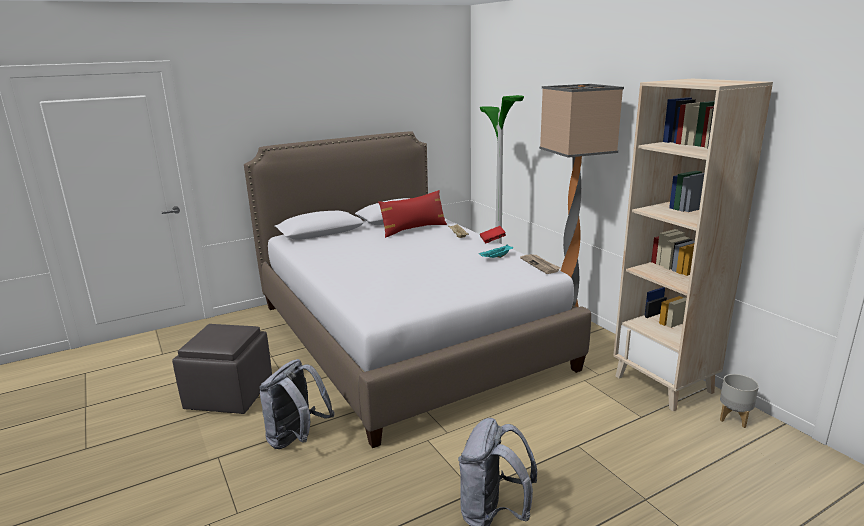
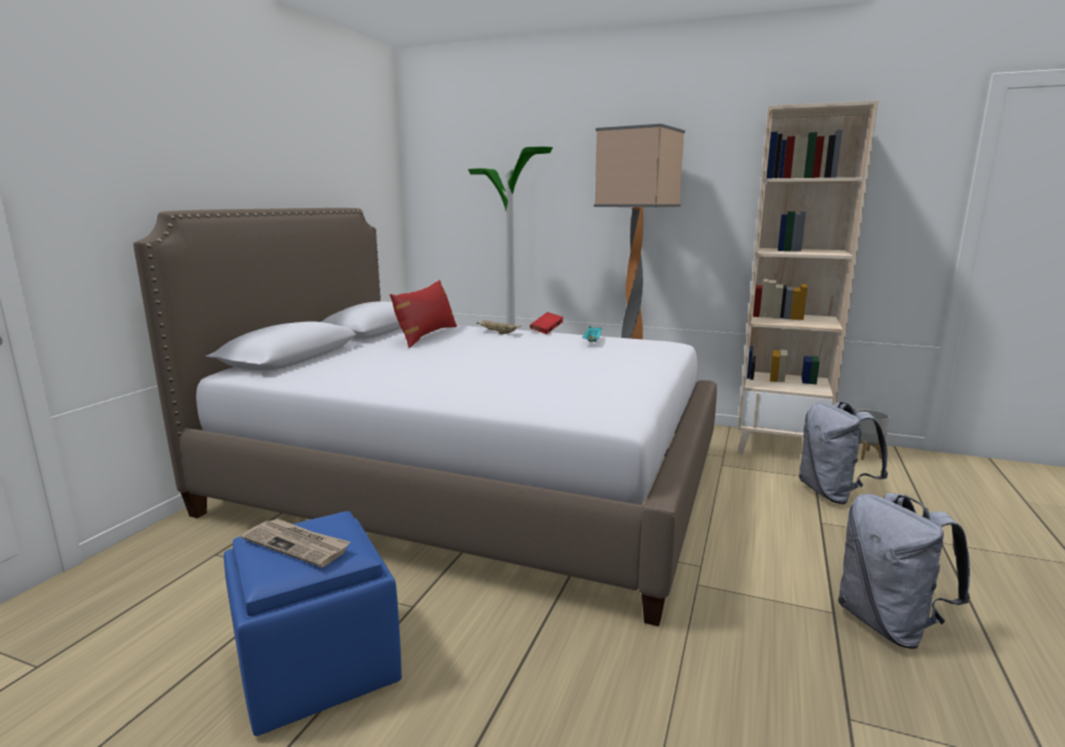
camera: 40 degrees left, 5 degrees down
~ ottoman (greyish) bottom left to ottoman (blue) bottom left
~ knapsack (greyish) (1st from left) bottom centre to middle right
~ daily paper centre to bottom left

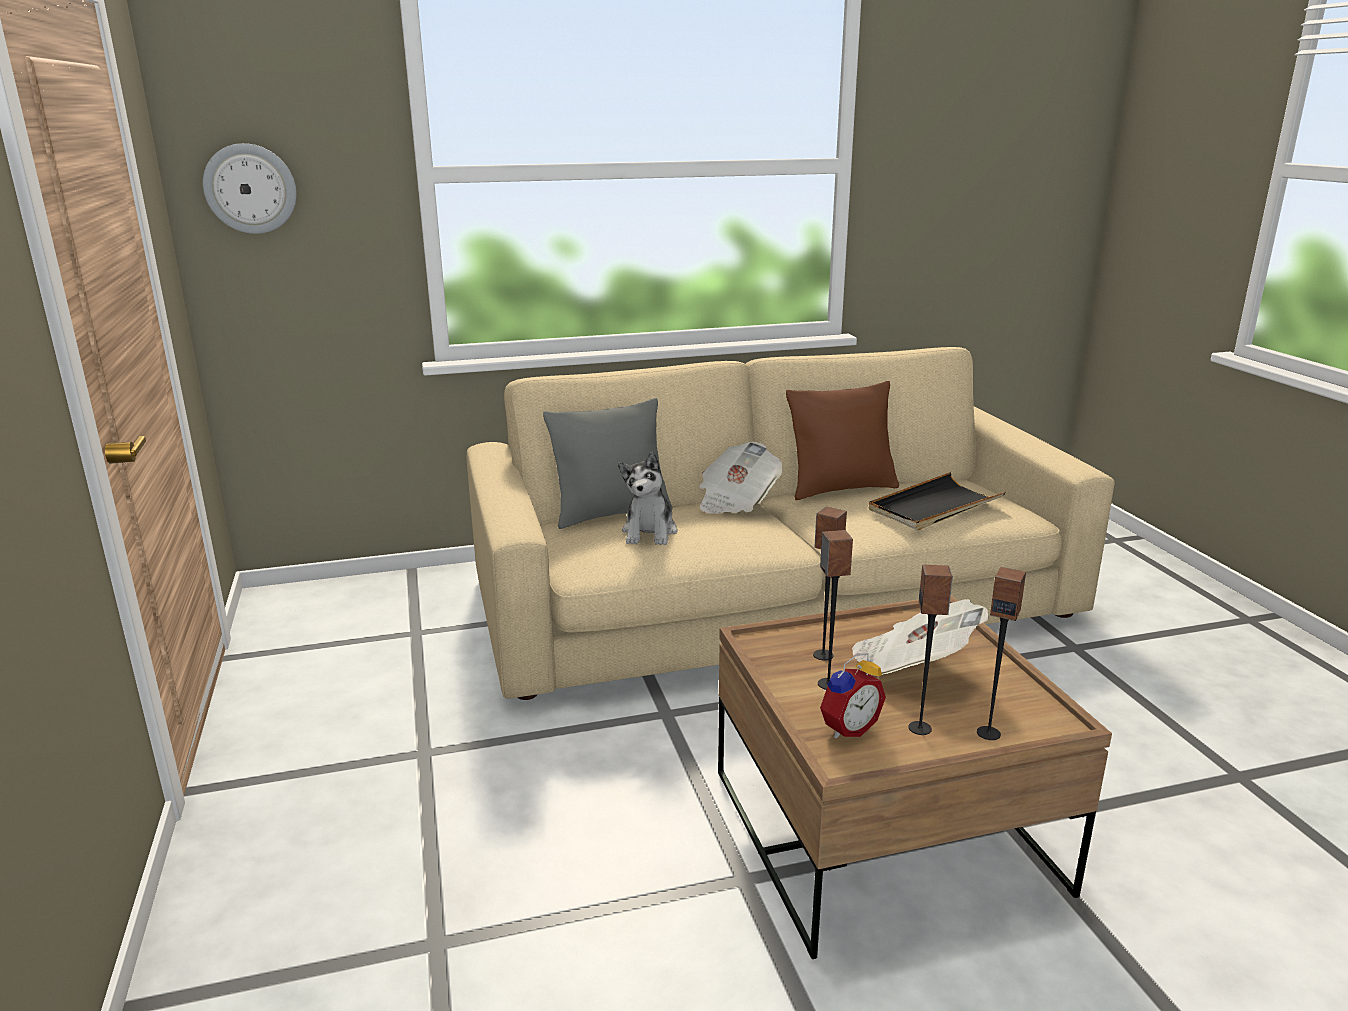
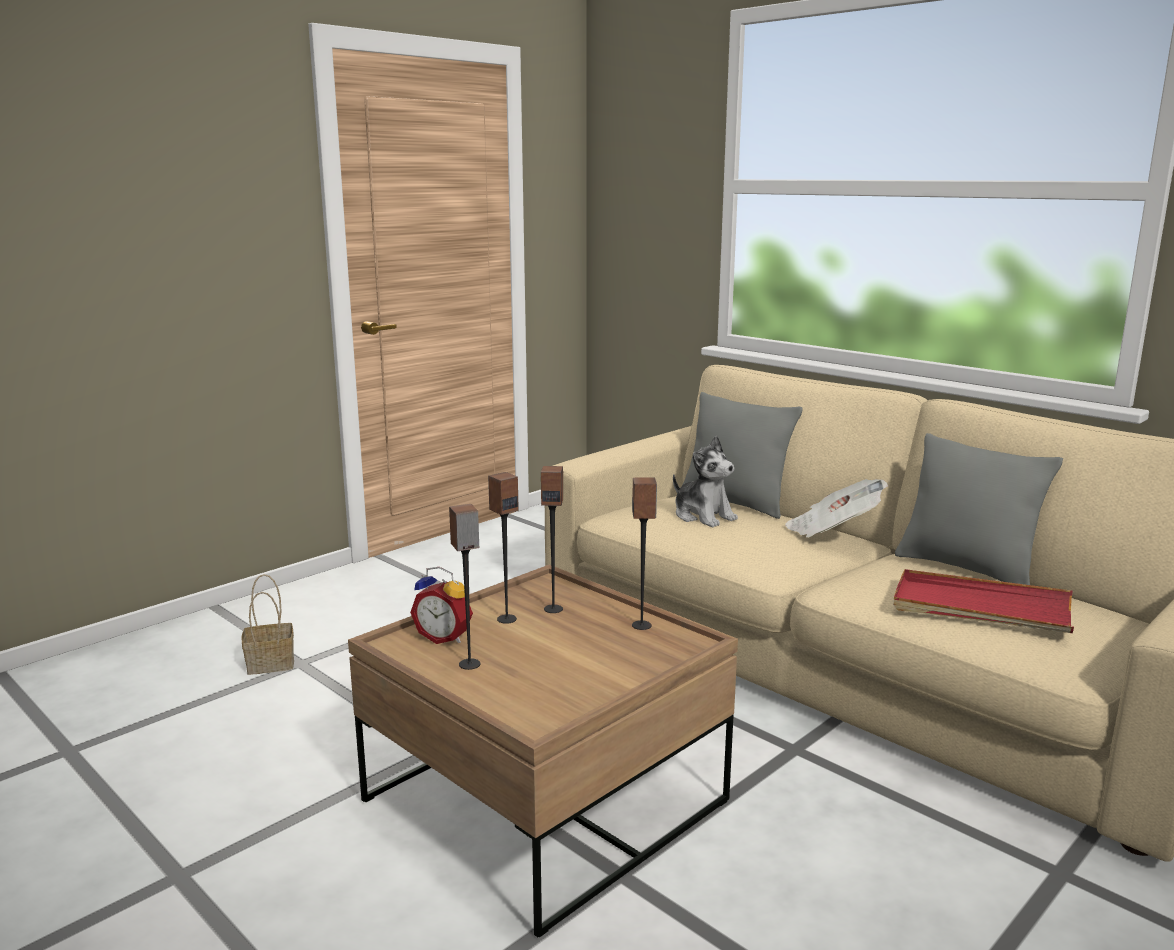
camera: 60 degrees right, 5 degrees down
- wall clock top left
~ plush toy centre = centre 105 degrees counterclockwise
~ pillow (brownish) centre to pillow (greyish) (2nd from left) middle right
- daily paper (2nd from left) middle right
~ tray (black) middle right to tray (red-coloured) middle right
~ speaker (4th from left) middle right to centre
+ household basket middle left

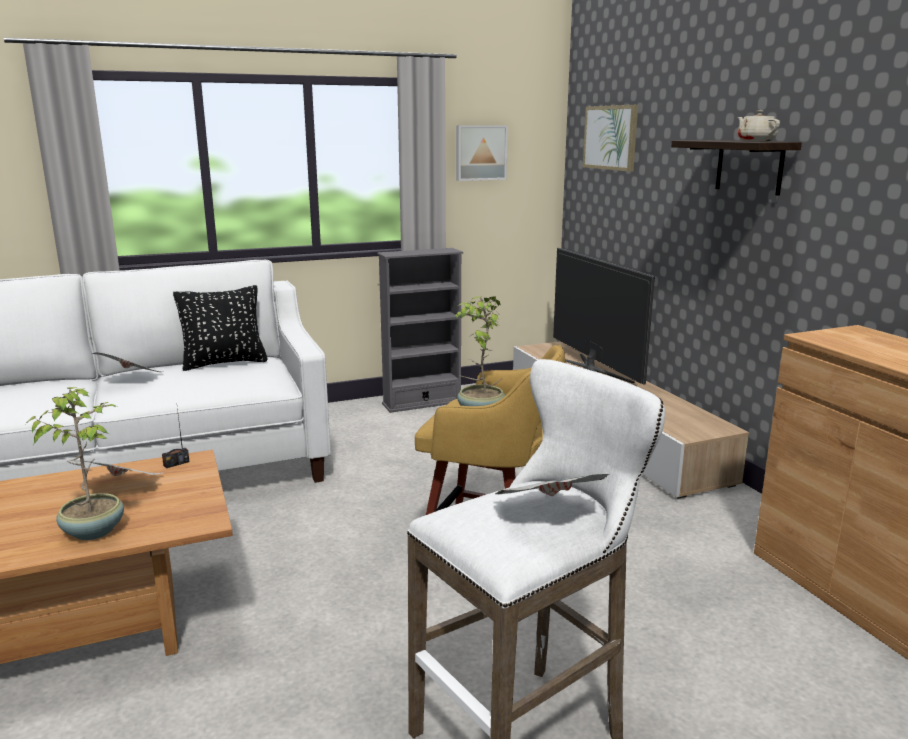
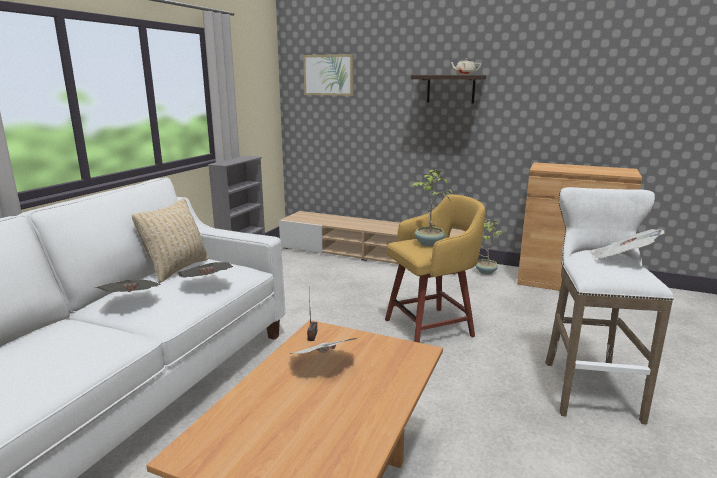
camera: 45 degrees left, 0 degrees up
~ houseplant (1st from left in the first image) middle left to houseplant (2nd from left) middle right
~ pillow (black) middle left to pillow (beige-coloured) middle left
- wall art (1st from left) top centre
- TV set centre
+ daily paper (2nd from left) middle left

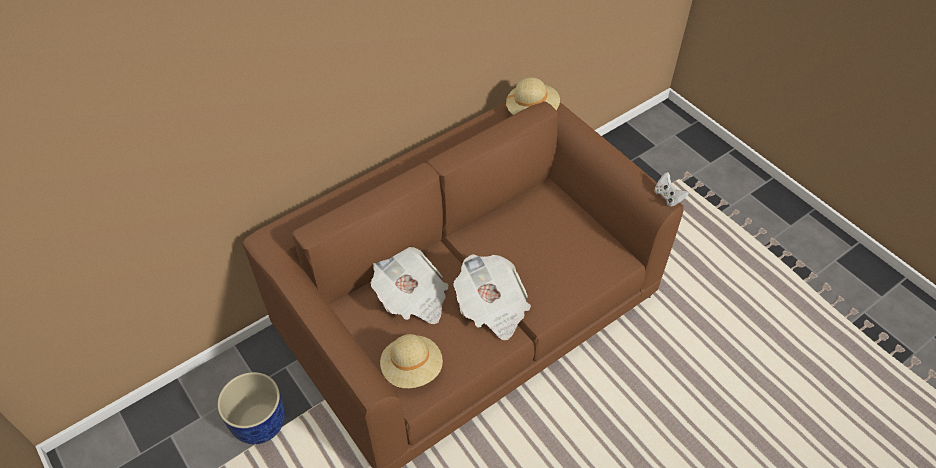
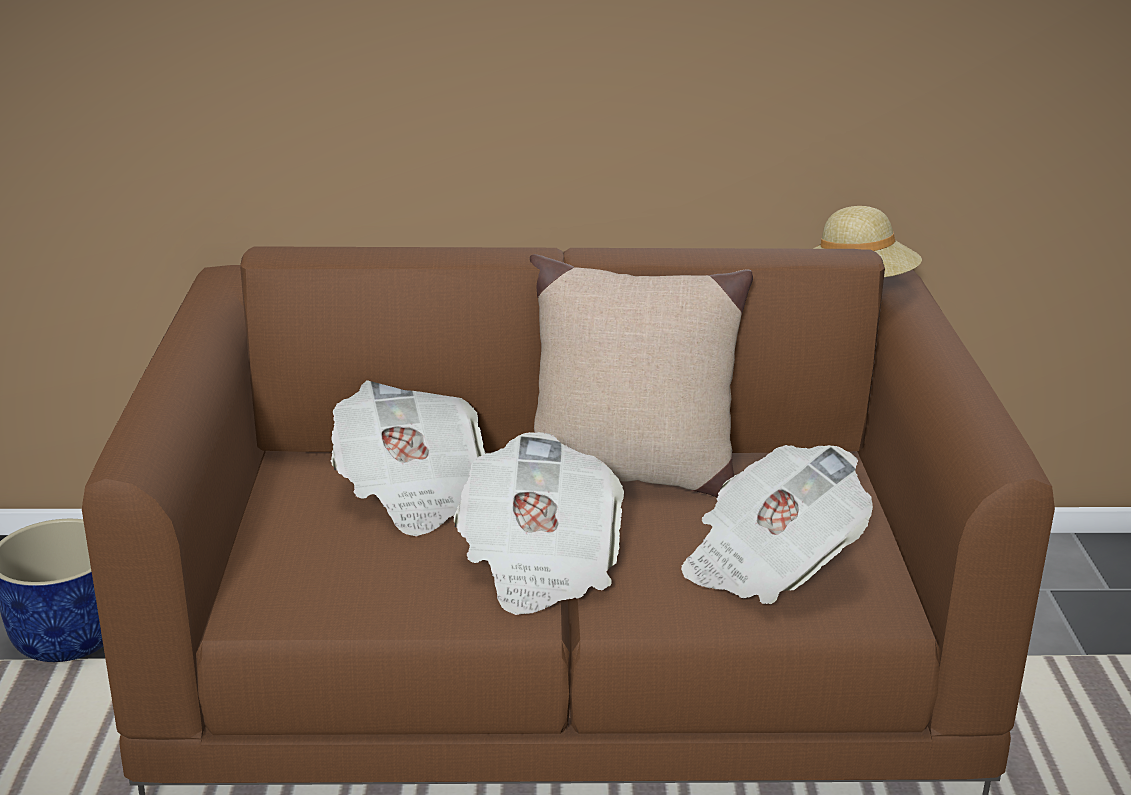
camera: 35 degrees right, 25 degrees down
- clothing hat (beige-coloured) (1st from left) bottom centre
- joypad (white-coloured) middle right
+ pillow (beige-coloured) centre
+ daily paper (3rd from left) middle right

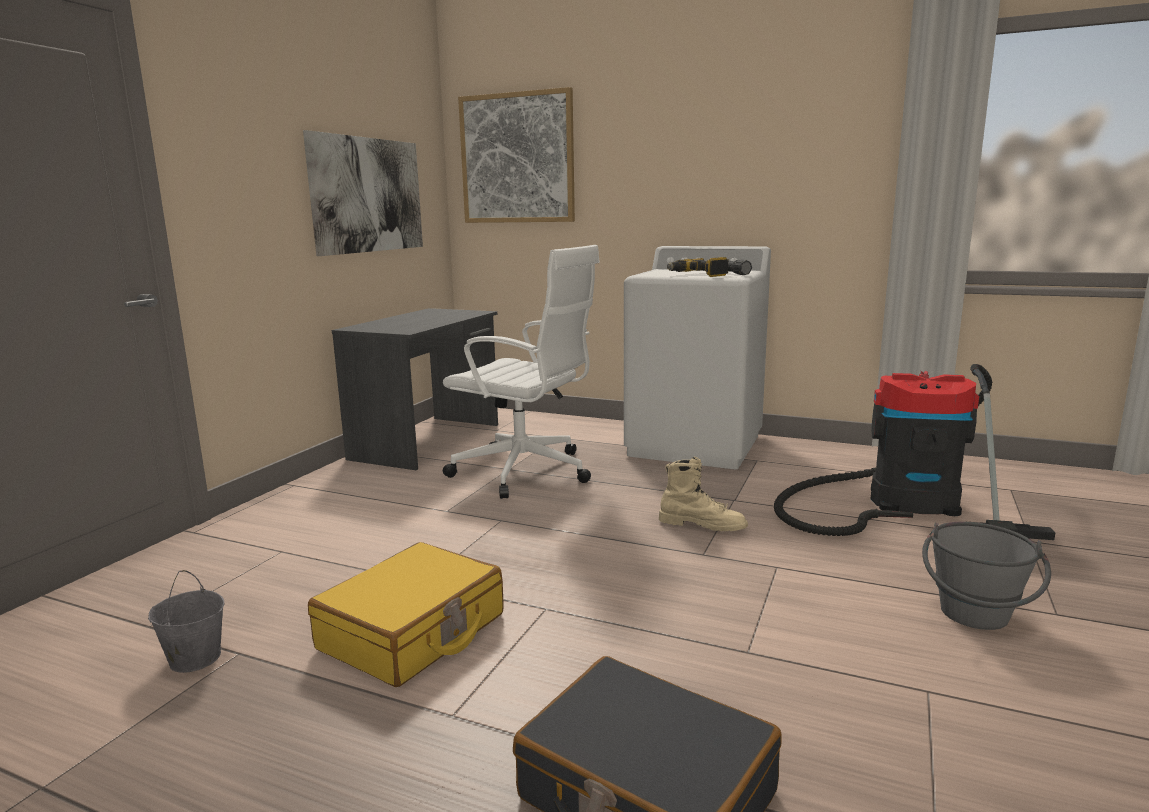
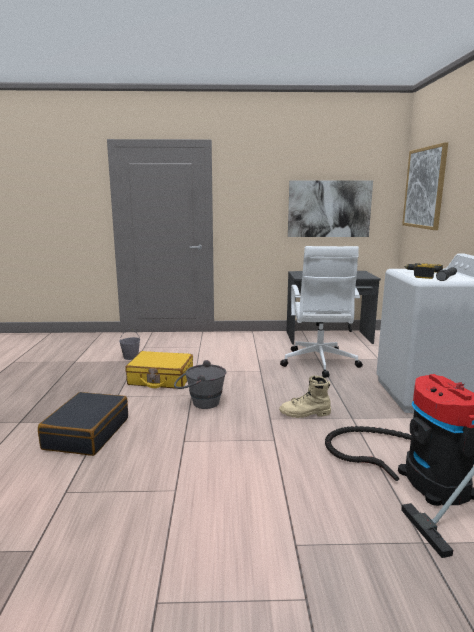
camera: 65 degrees right, 0 degrees up
~ tall boot (beige-coloured) centre = centre 90 degrees clockwise
~ pail (greyish) (2nd from left) bottom right to centre

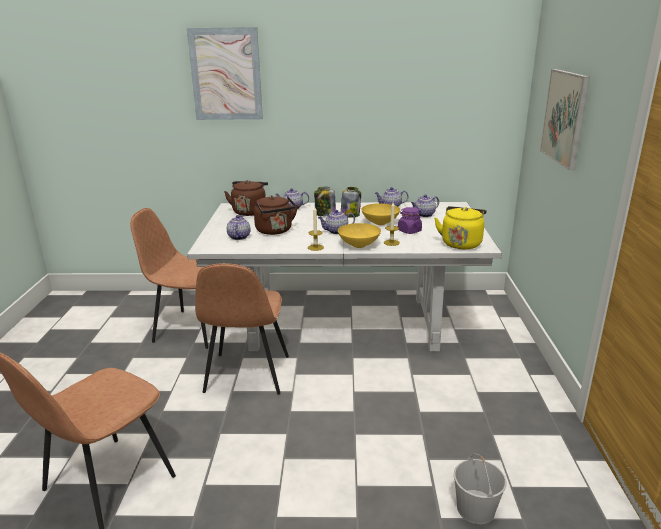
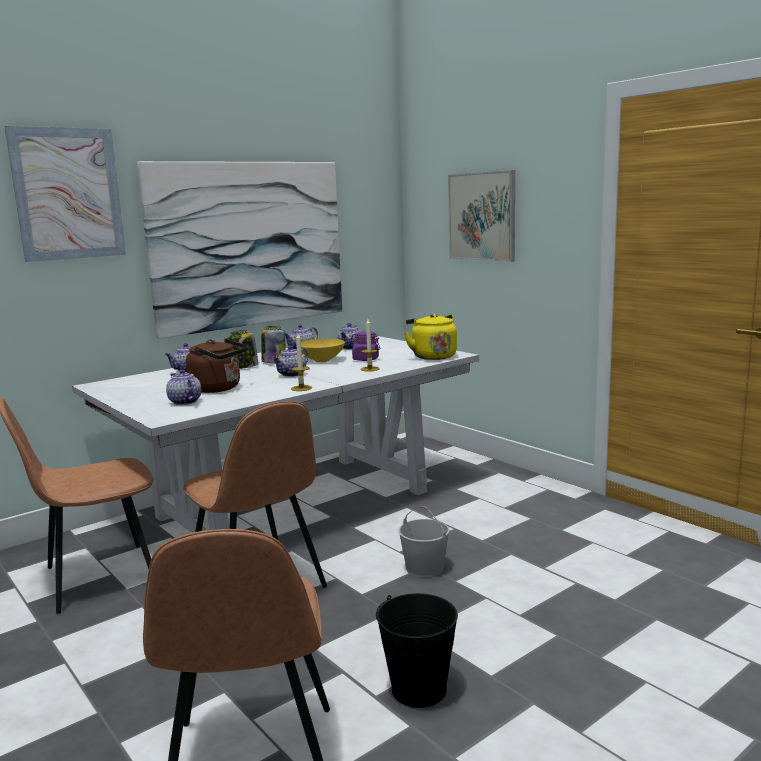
camera: 40 degrees left, 10 degrees down
- kettle (brownish) (1st from left) centre
- bowl (yellow-coloured) (1st from left) centre
~ pail (white-coloured) bottom right to bottom centre
+ wall art (2nd from left) top left
+ pail (black) bottom centre

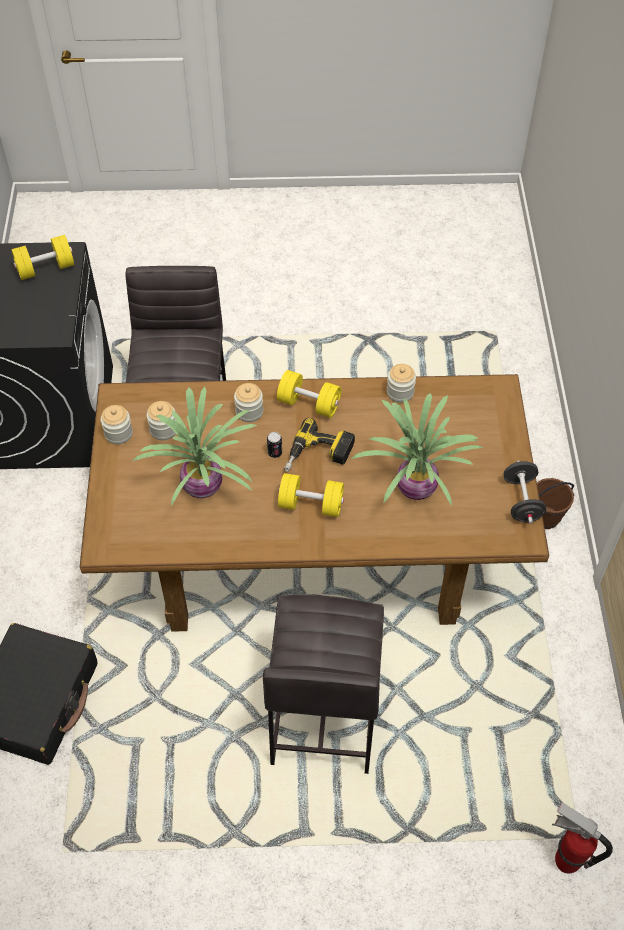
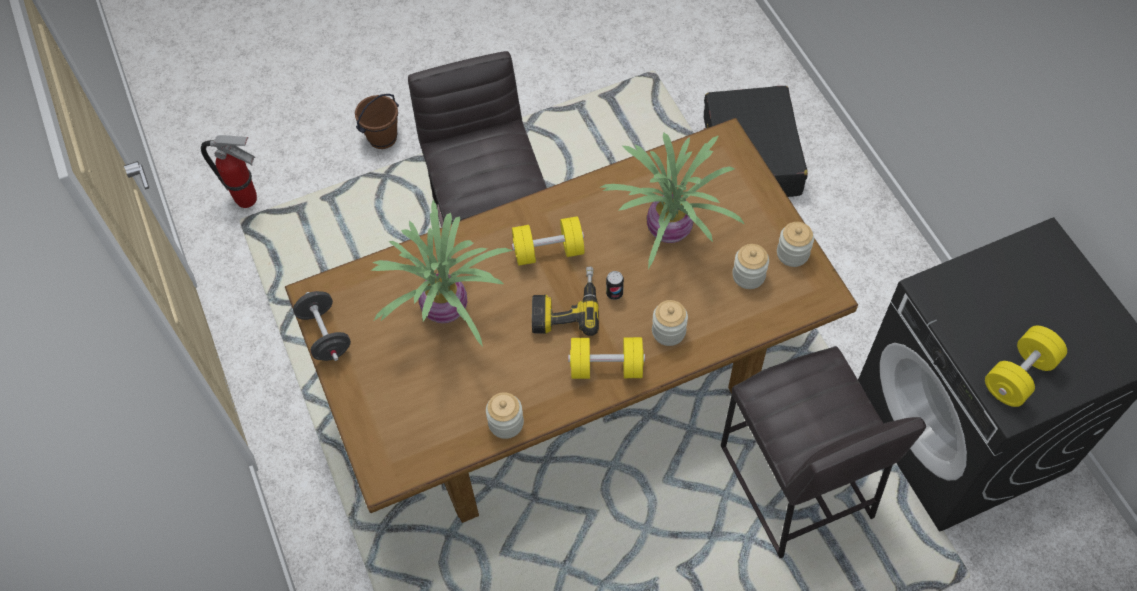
camera: 160 degrees right, 5 degrees up
~ pail (brownish) middle right to top left

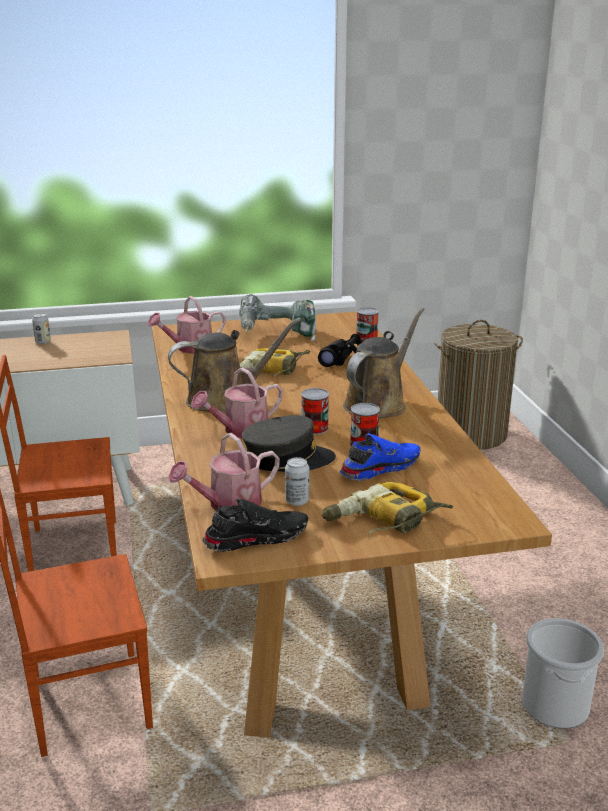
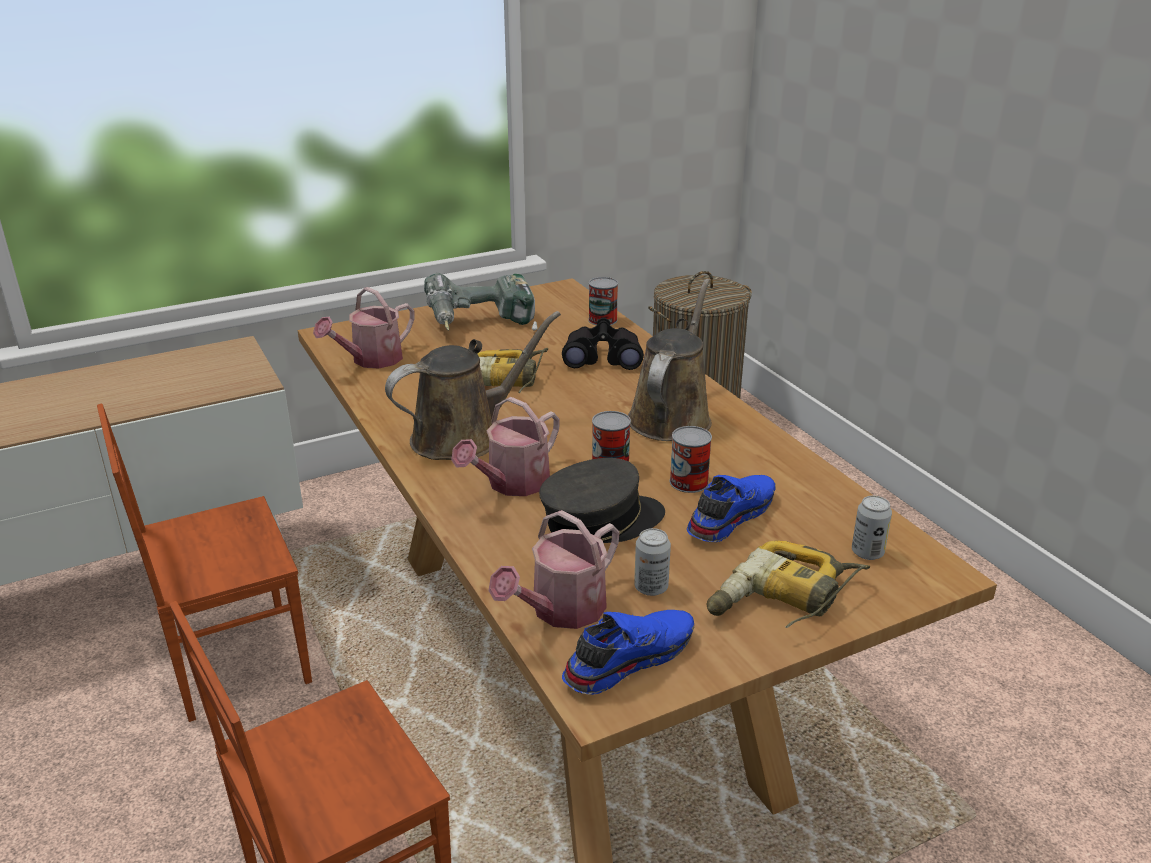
camera: 15 degrees left, 5 degrees up
~ sealed can (1st from left in the first image) middle left to sealed can (5th from left) middle right
~ item of footwear (black) centre to item of footwear (blue) (1st from left) bottom centre
- pail bottom right

